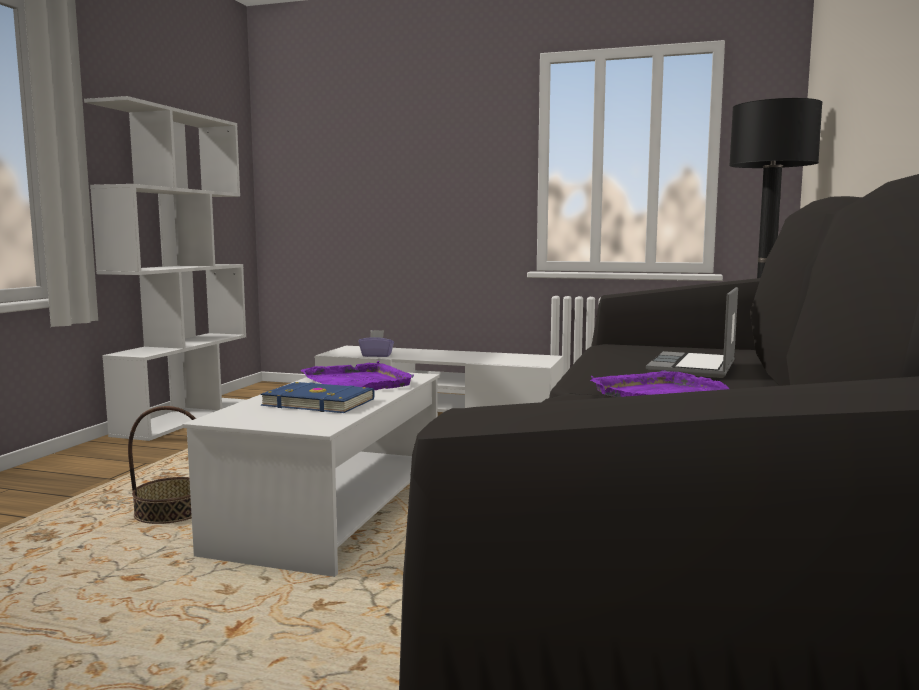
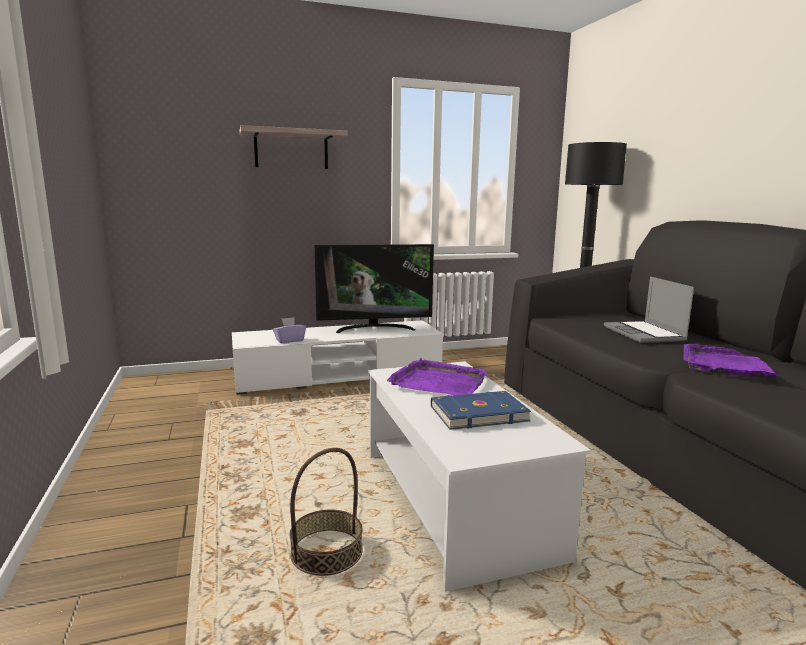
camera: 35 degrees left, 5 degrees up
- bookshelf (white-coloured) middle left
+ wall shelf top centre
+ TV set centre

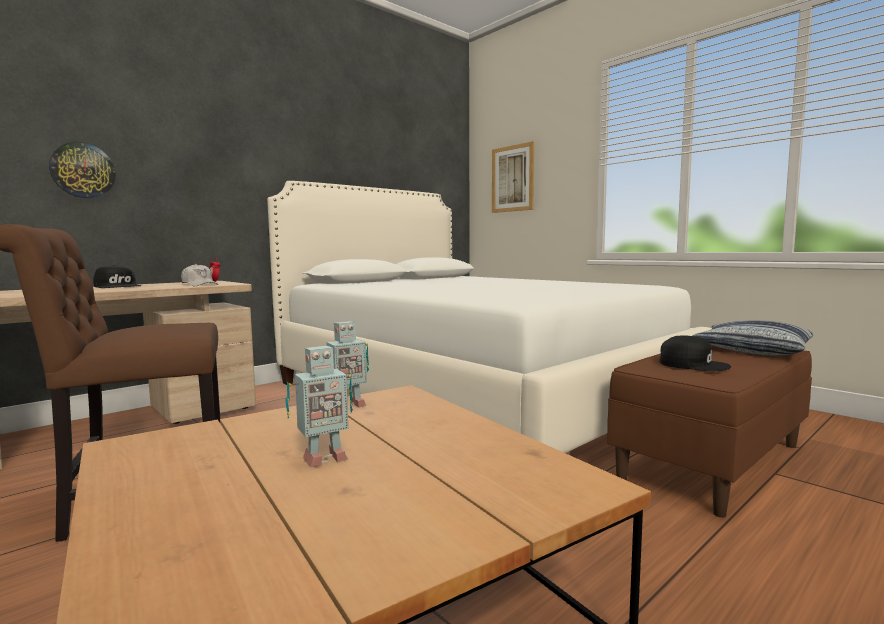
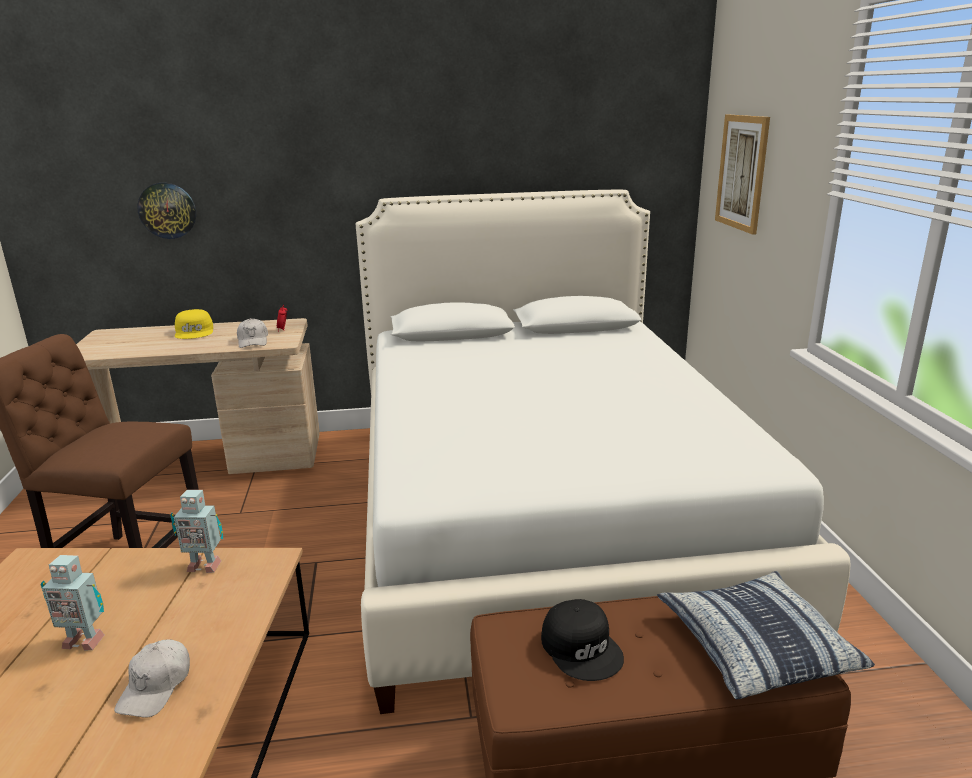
camera: 35 degrees right, 15 degrees up
~ cap (black) (1st from left) middle left to cap (yellow-coloured) middle left
+ cap (white-coloured) (1st from left) bottom left

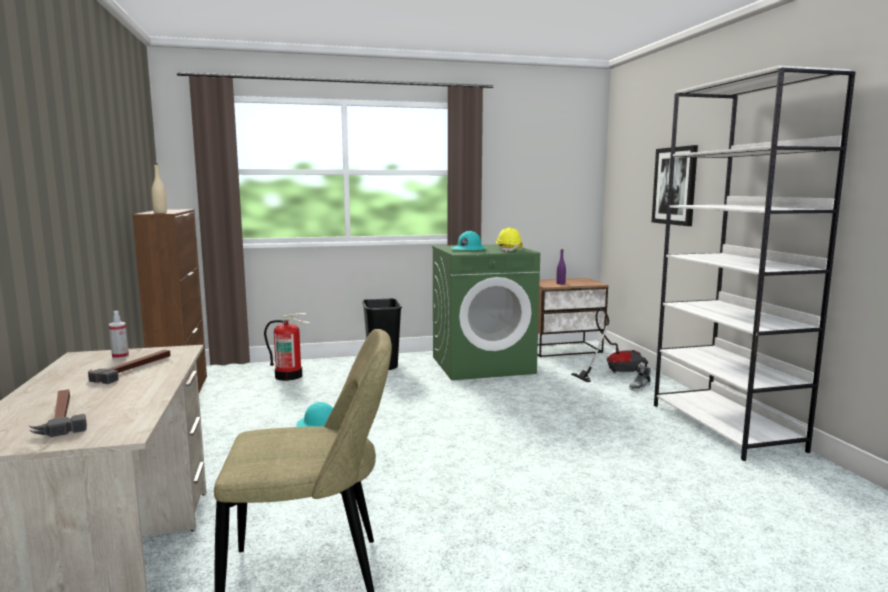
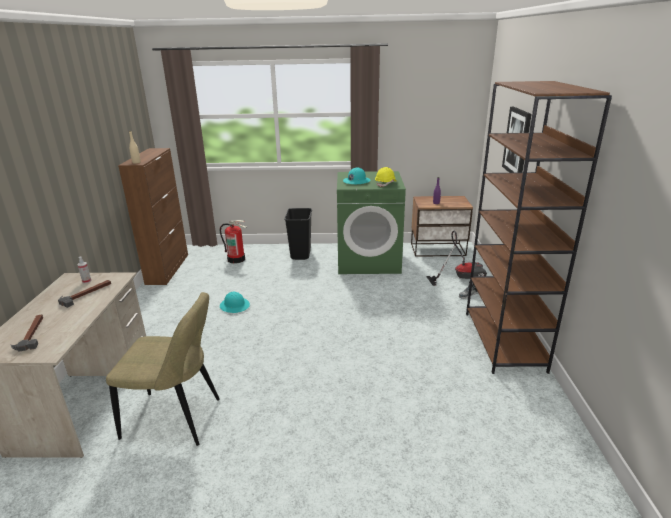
camera: 15 degrees right, 15 degrees up
~ bookshelf (white-coloured) middle right to bookshelf (brownish) middle right

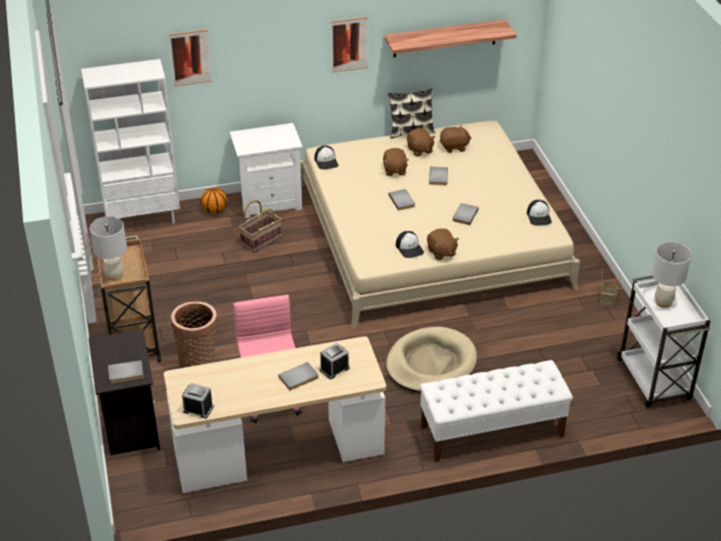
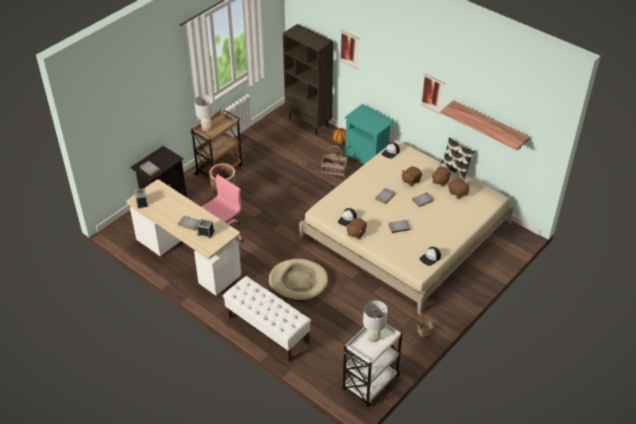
camera: 55 degrees right, 5 degrees up
~ bookshelf (white-coloured) top left to bookshelf (brownish) top centre
~ night table (white-coloured) top centre to night table (turquoise) top centre

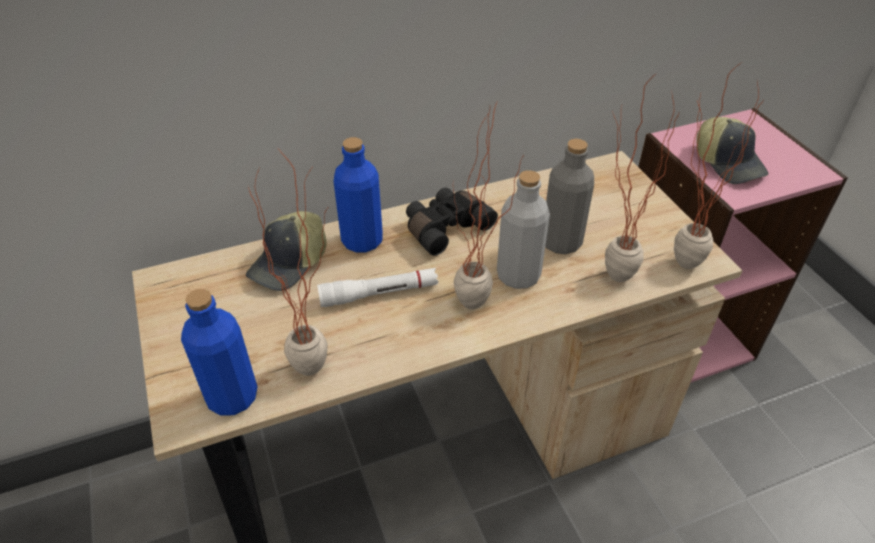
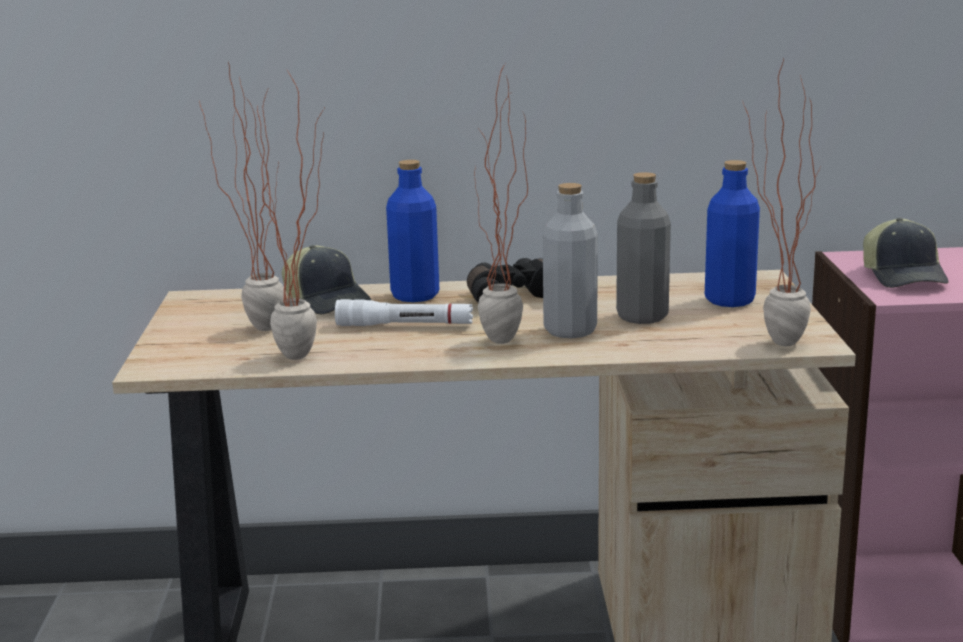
camera: 20 degrees right, 25 degrees down
~ bottle (blue) (1st from left in the first image) middle left to bottle (blue) (2nd from left) middle right
~ cap (1st from left) middle left = centre 90 degrees counterclockwise
~ houseplant (3rd from left in the first image) top right to houseplant (1st from left) top left

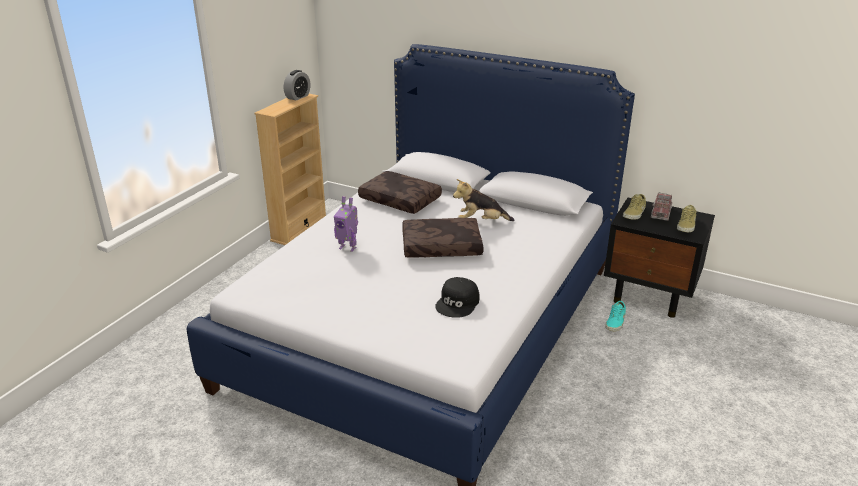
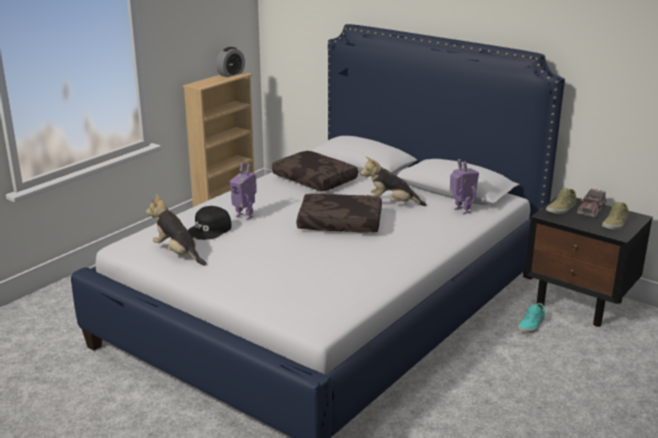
camera: 10 degrees right, 5 degrees down
~ cap (black) centre to middle left
+ plush toy (1st from left) middle left
+ model robot (2nd from left) middle right

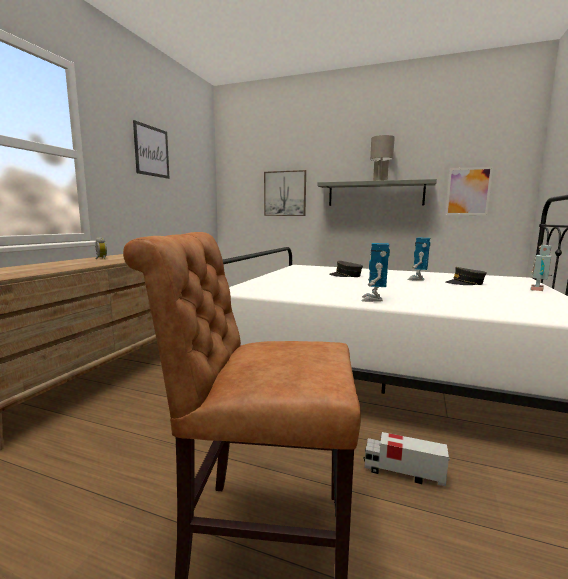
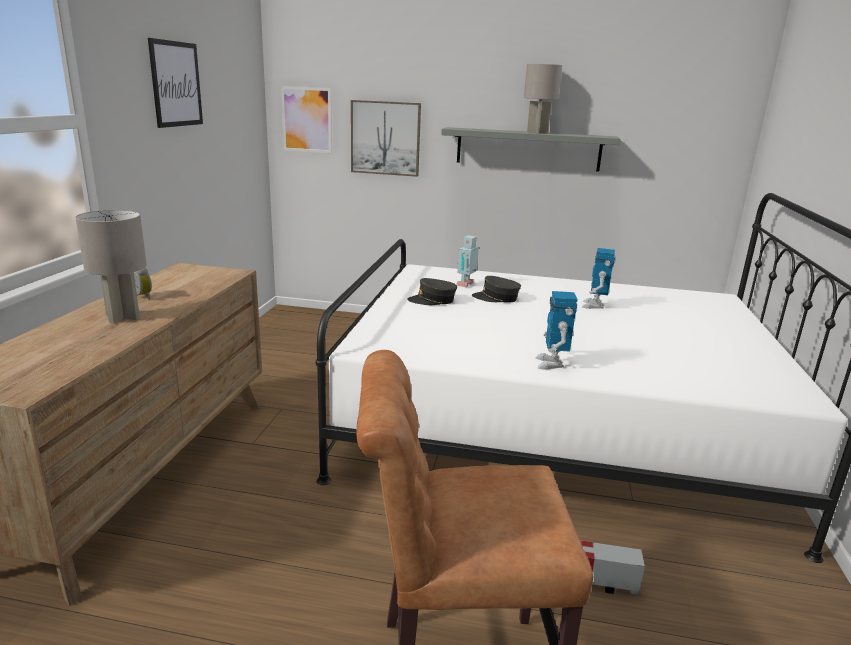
camera: 10 degrees left, 10 degrees up
~ wall art (3rd from left in the first image) top right to wall art (2nd from left) top centre
~ cap (greyish) (2nd from left in the first image) middle right to cap (greyish) (1st from left) centre
~ model robot (3rd from left in the first image) middle right to model robot (1st from left) centre
+ lamp for a table (greyish) (1st from left) middle left

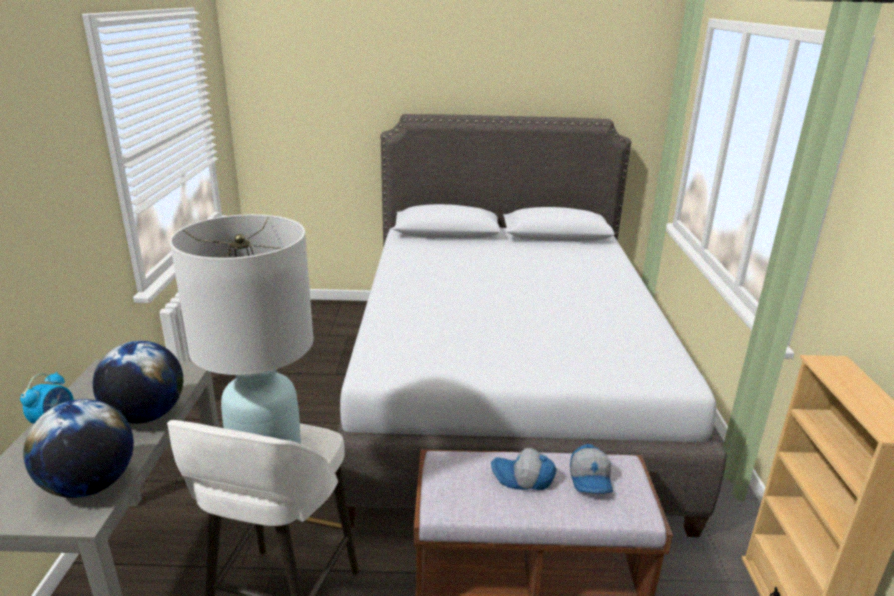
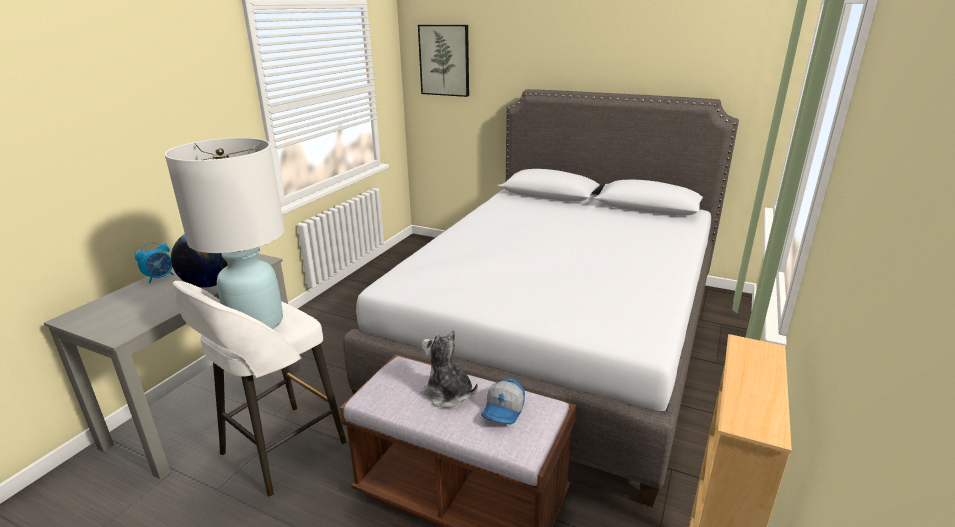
camera: 25 degrees right, 0 degrees up
- globe (1st from left) bottom left
~ cap (1st from left) bottom centre to plush toy bottom centre
+ wall art top centre

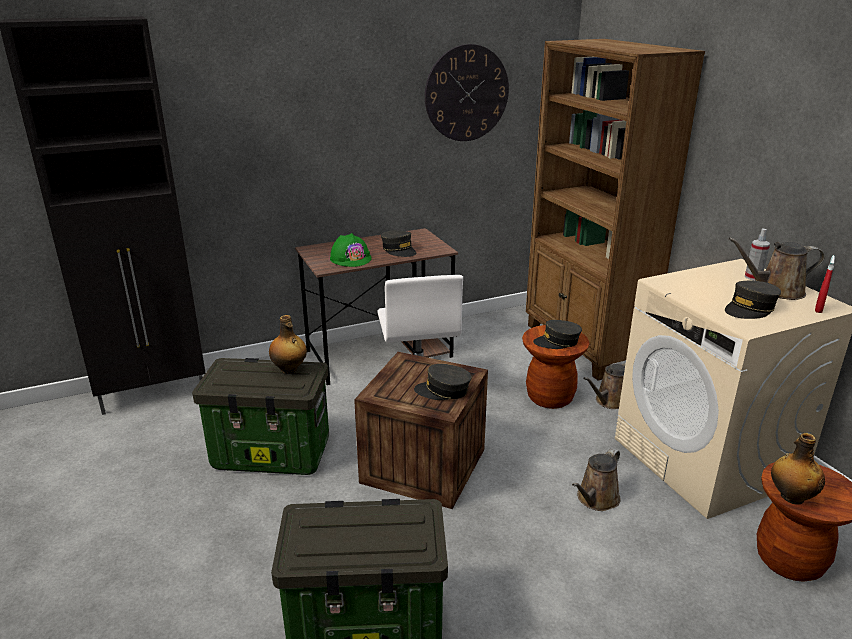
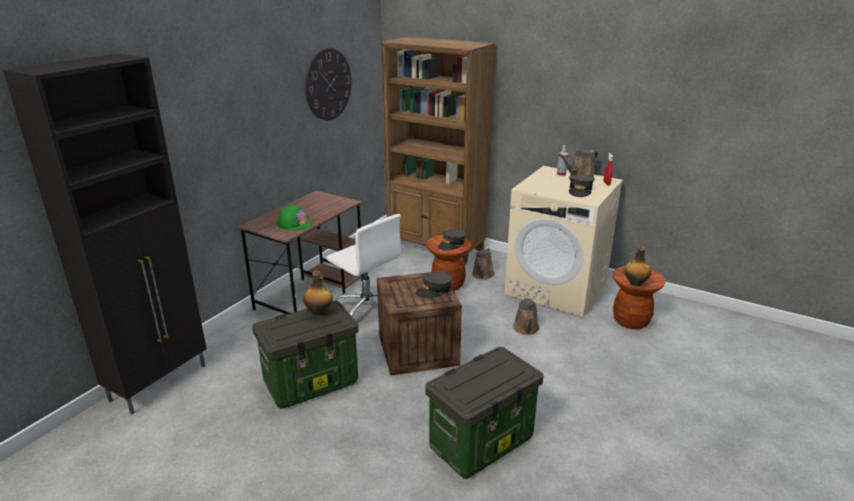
camera: 35 degrees left, 0 degrees up
- cap (greyish) (1st from left) centre

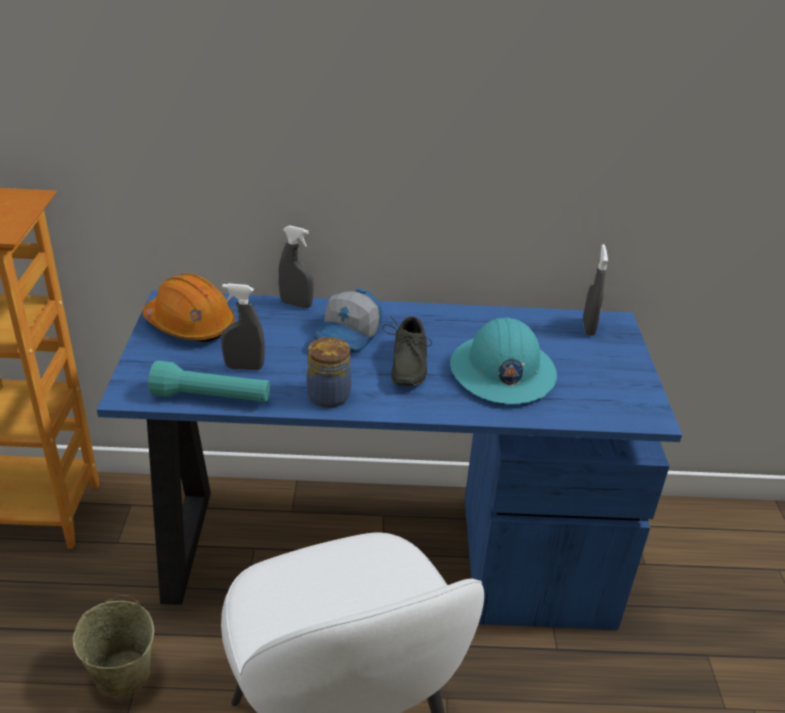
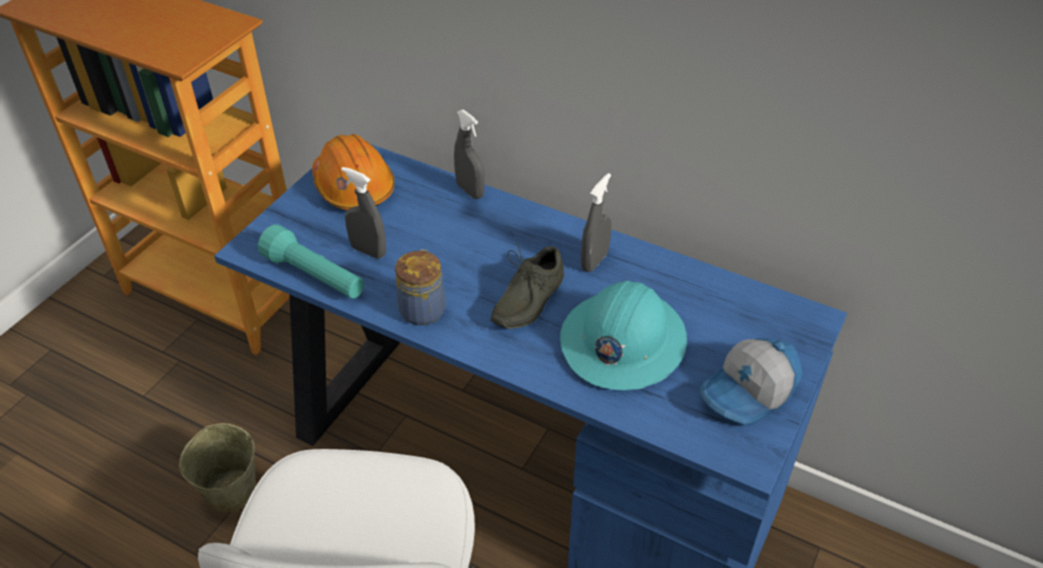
camera: 30 degrees right, 10 degrees up
~ cap centre to bottom right
~ spray bottle (greyish) (3rd from left) middle right to centre

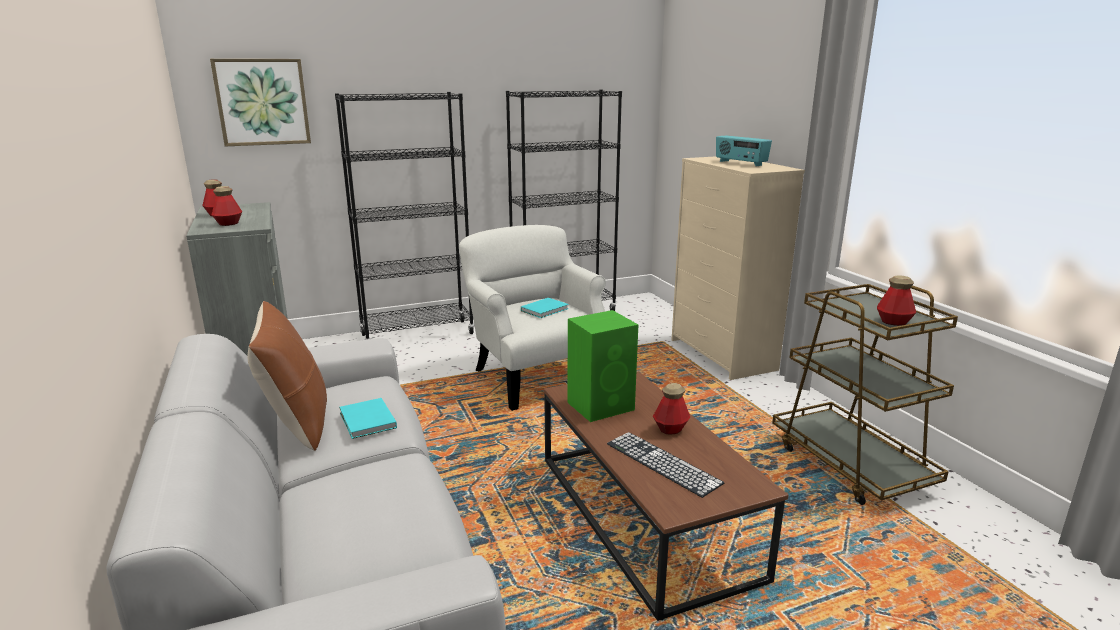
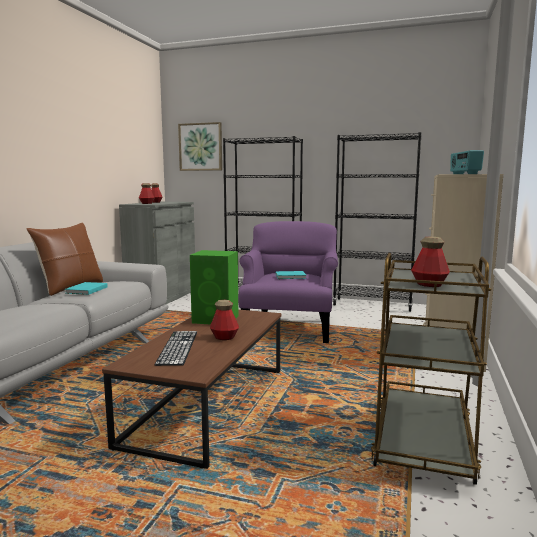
camera: 40 degrees right, 10 degrees down
~ lounge chair (white-coloured) centre to lounge chair (purple) centre

